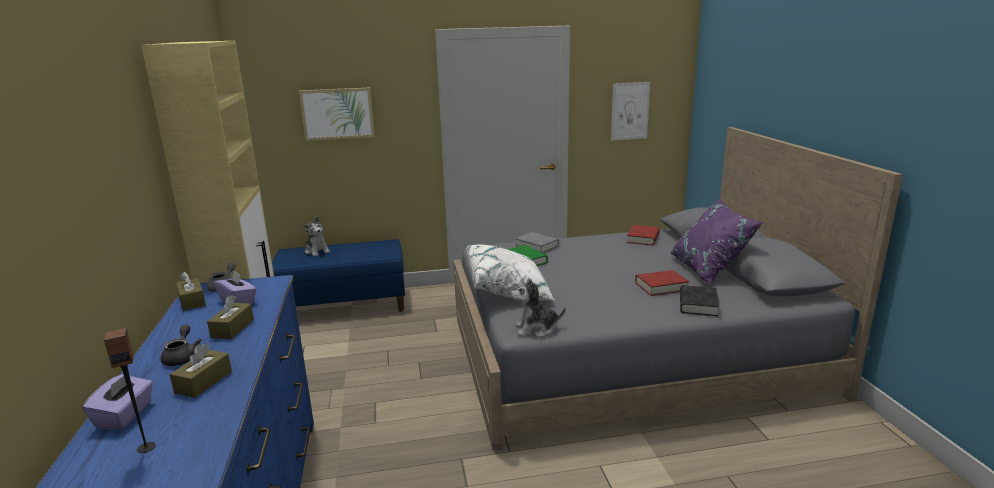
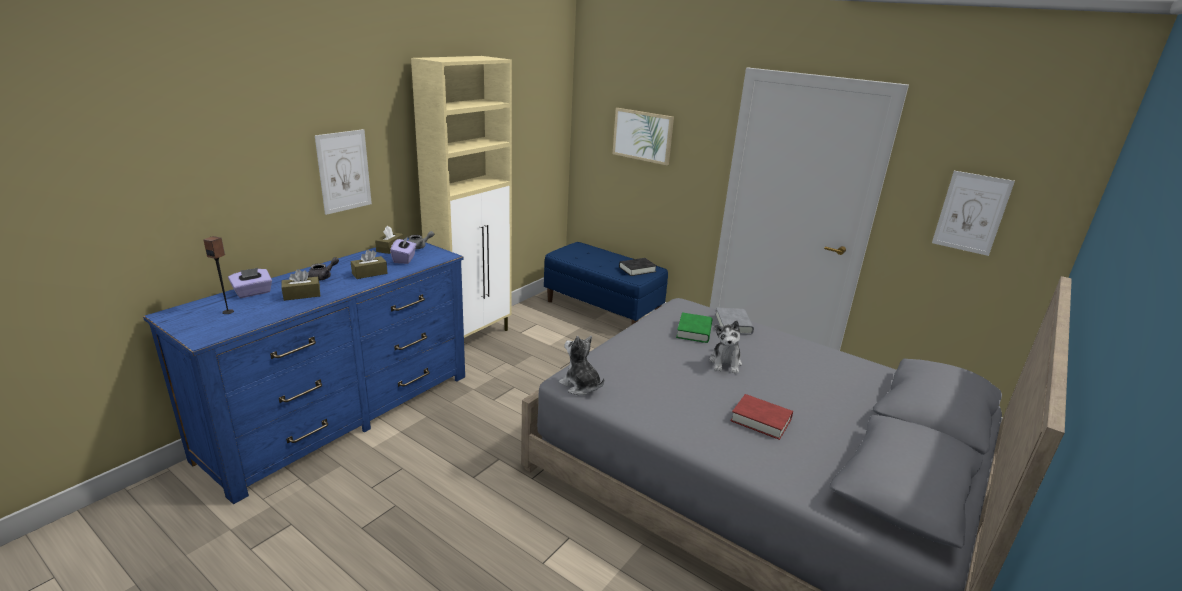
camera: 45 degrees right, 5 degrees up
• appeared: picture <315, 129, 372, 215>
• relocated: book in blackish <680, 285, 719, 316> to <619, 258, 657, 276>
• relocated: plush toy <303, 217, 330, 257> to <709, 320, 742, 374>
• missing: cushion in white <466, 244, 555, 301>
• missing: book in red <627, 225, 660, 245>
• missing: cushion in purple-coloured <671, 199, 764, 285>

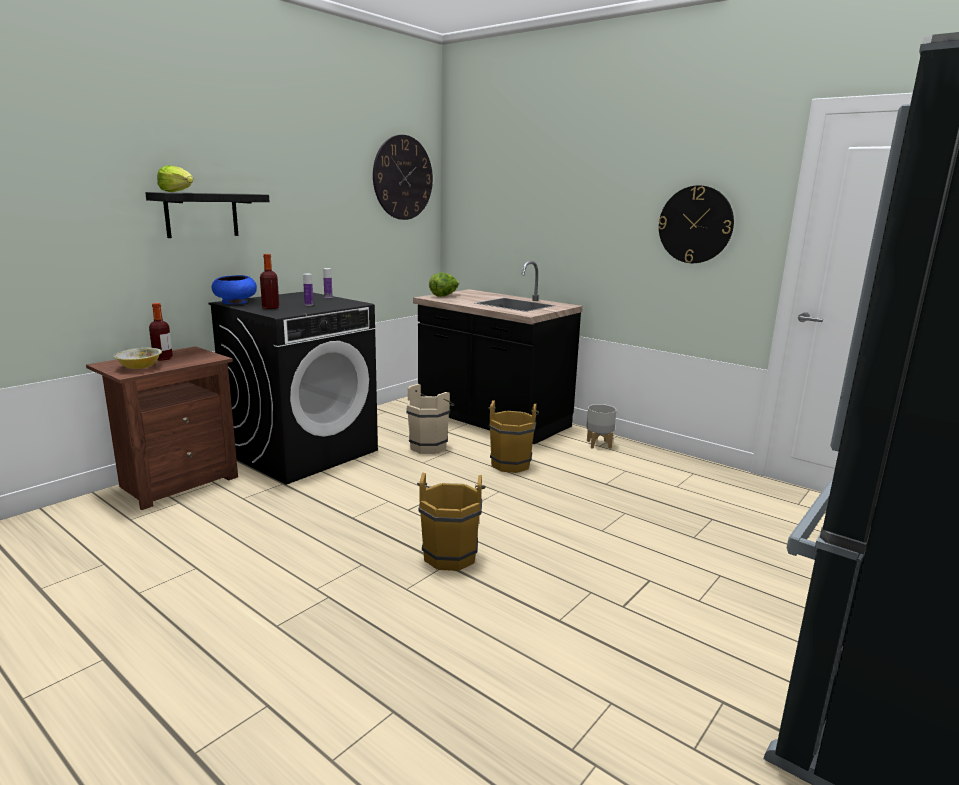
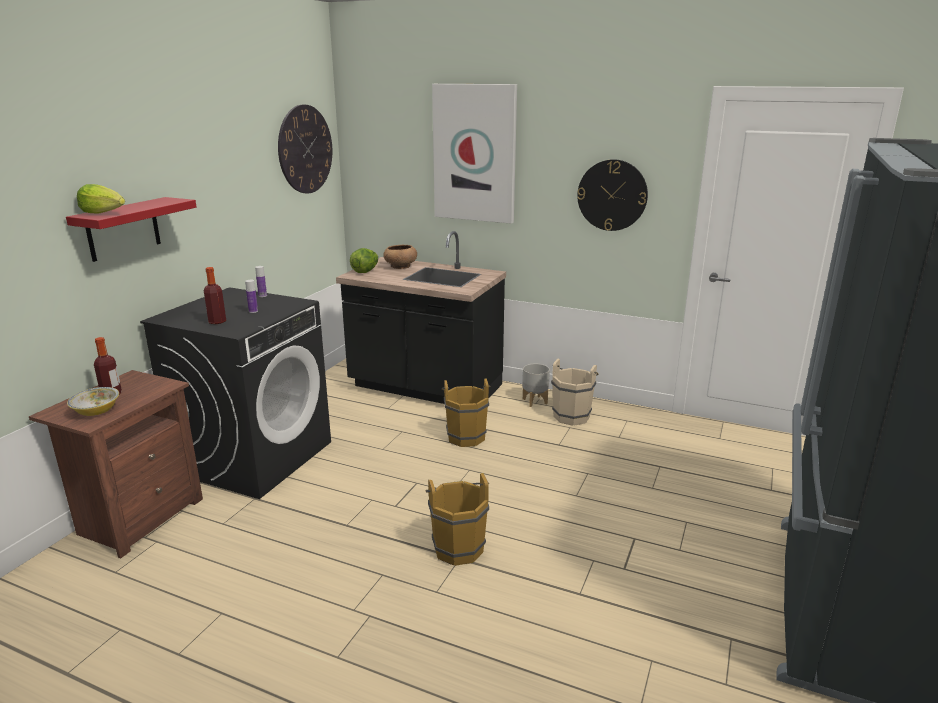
camera: 15 degrees left, 5 degrees up
• colour: bracket shelf in blackish <145, 192, 270, 238> to bracket shelf in red <66, 197, 196, 262>
• appeared: bowl in brown <383, 245, 417, 269>
• appeared: picture <432, 84, 517, 224>
• relocated: bucket in beige <406, 384, 455, 454> to <551, 359, 598, 426>
• missing: bowl in bluish <212, 275, 257, 304>

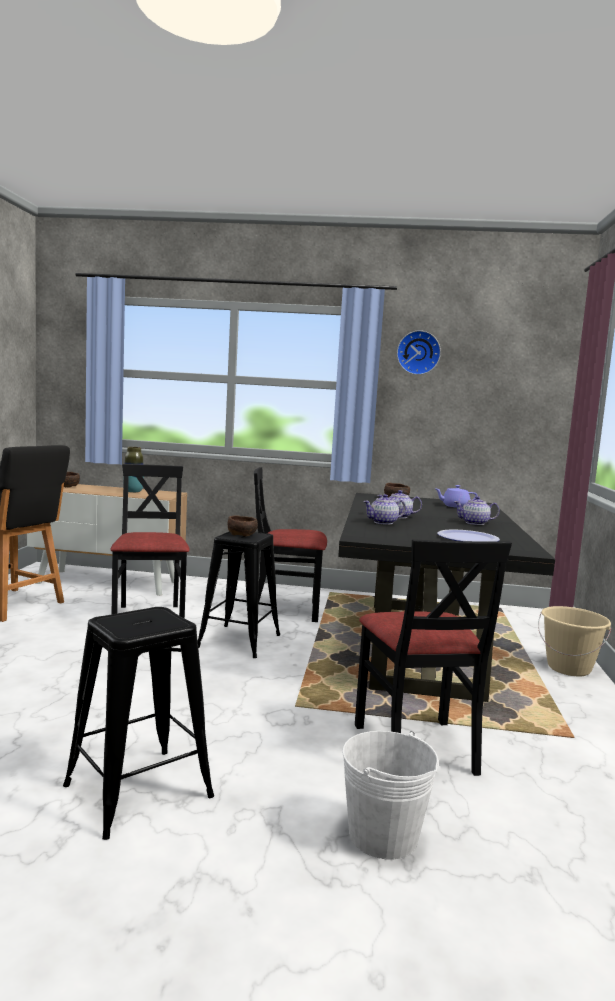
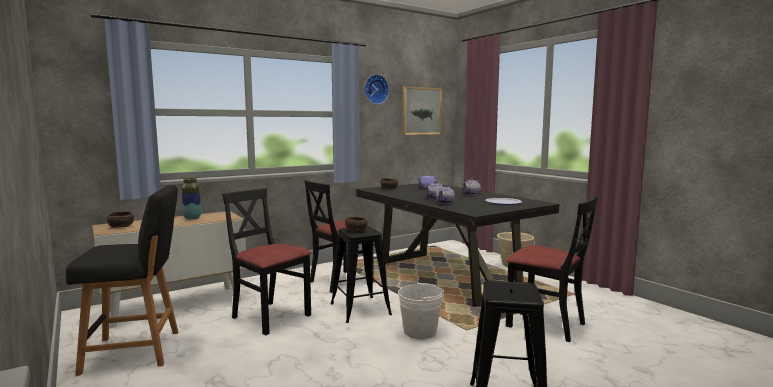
camera: 40 degrees left, 0 degrees up
• relocated: bucket in white <342, 731, 439, 860> to <398, 282, 444, 339>
• appeared: picture <403, 86, 442, 135>

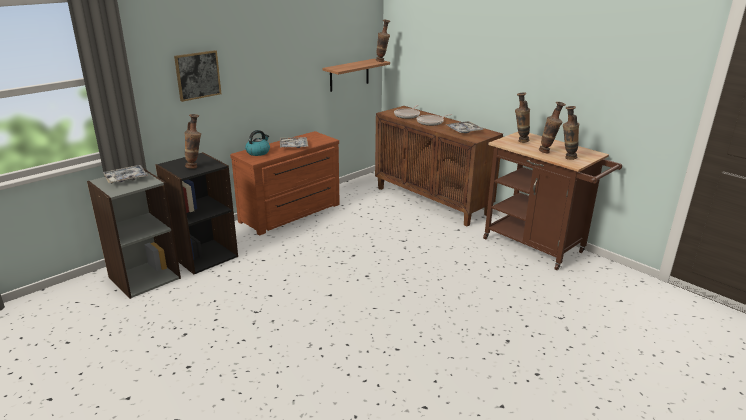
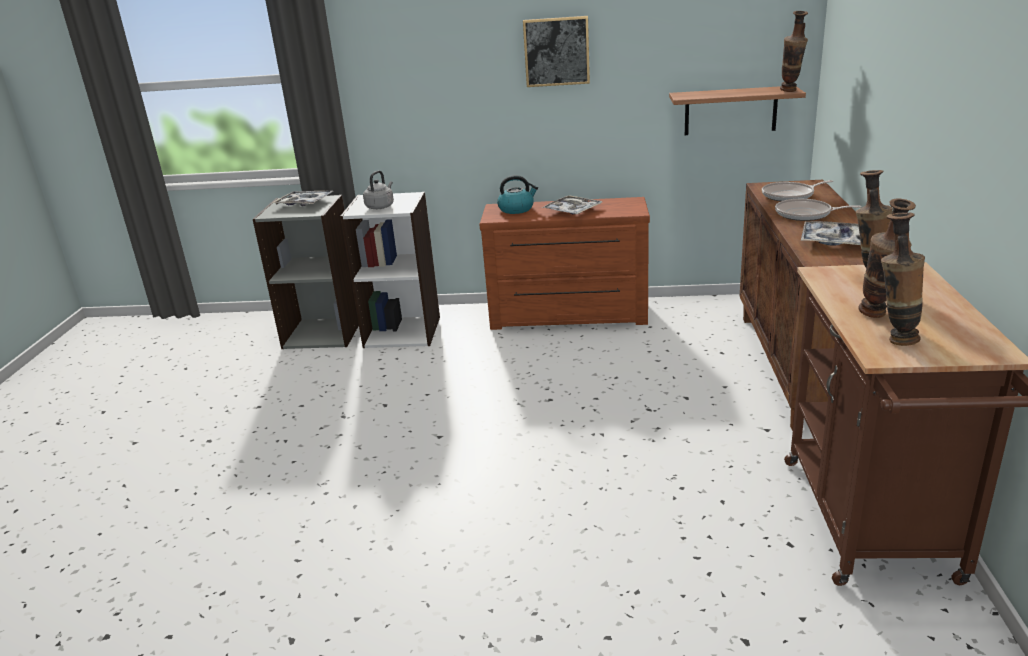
camera: 50 degrees right, 0 degrees up
• colour: bookcase in blackish <155, 152, 238, 274> to bookcase in white <340, 192, 440, 348>
• exchanged: flower vase <184, 114, 201, 169> to kettle in grey <363, 170, 394, 209>
• relocated: picture <174, 50, 221, 102> to <523, 16, 590, 87>

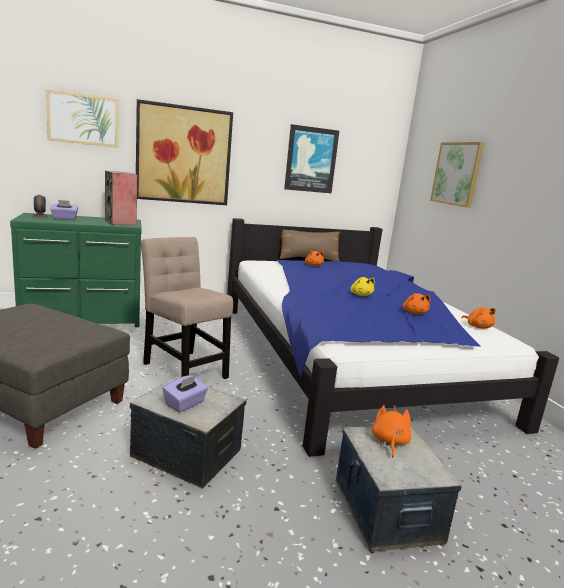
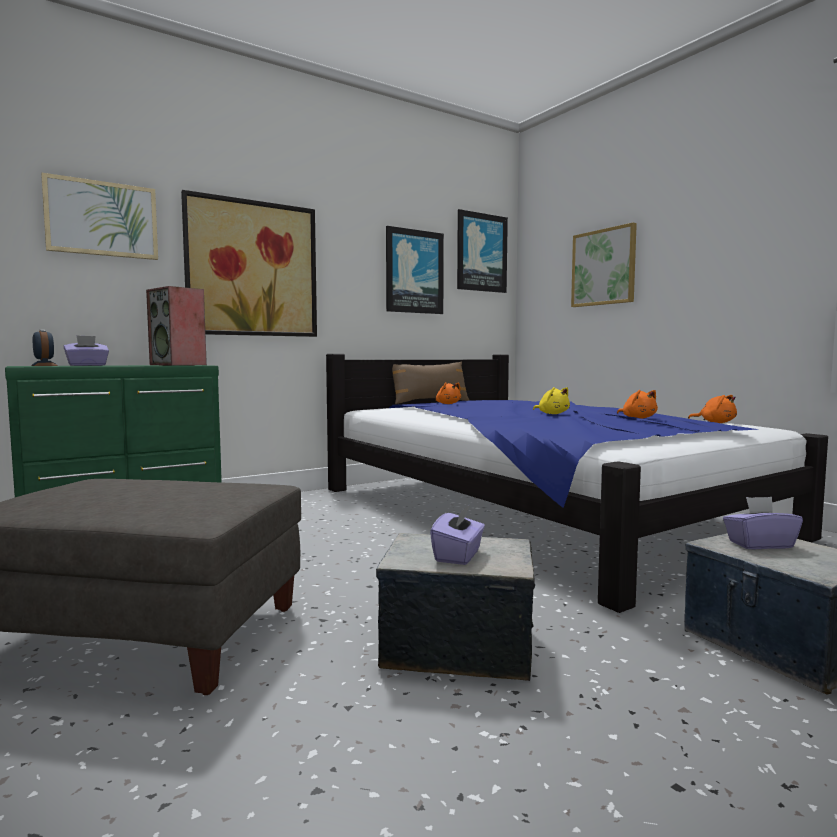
camera: 15 degrees left, 10 degrees down
• appeared: picture <457, 209, 508, 293>
• exchanged: plush toy in orange <372, 405, 411, 457> to box of tissues in purple-coloured <723, 497, 803, 550>
• missing: upright chair in beige <141, 237, 233, 379>

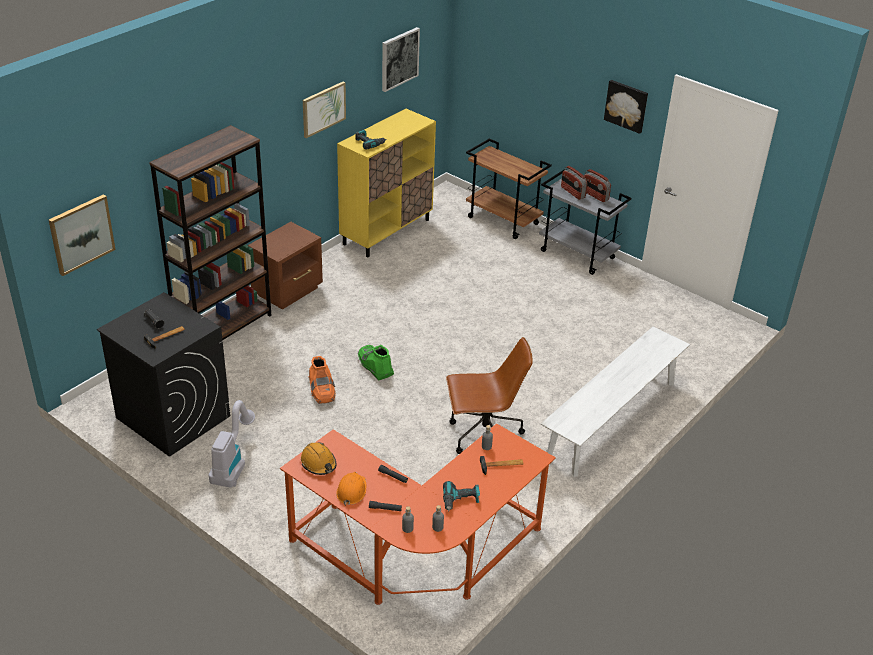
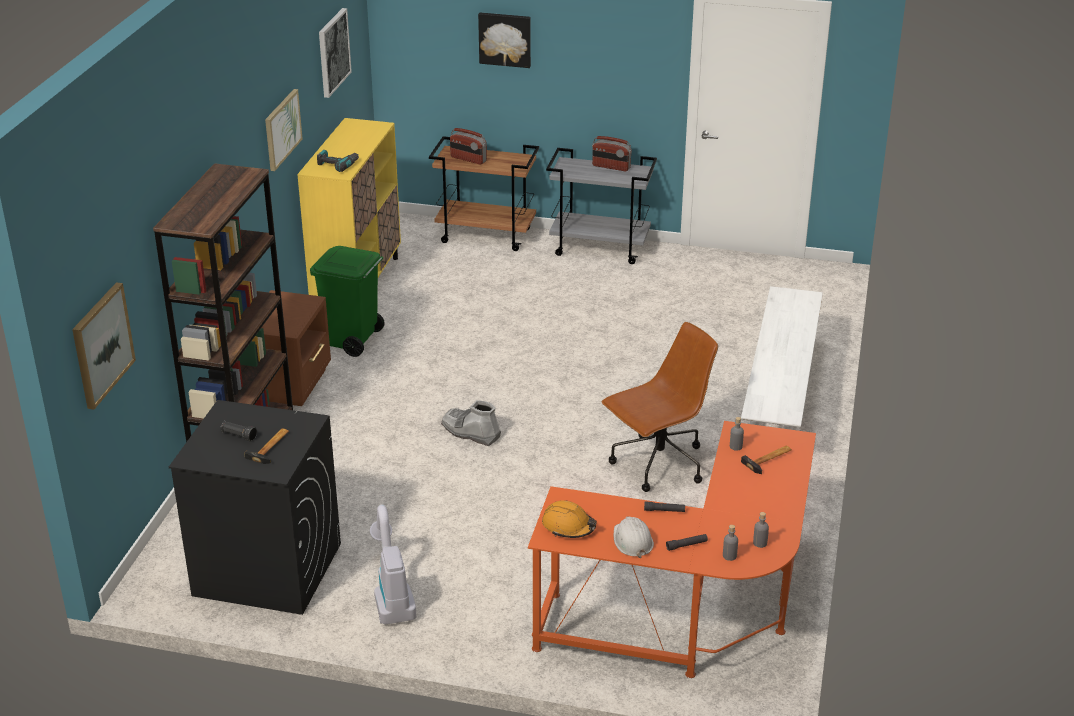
camera: 25 degrees left, 5 degrees down
• appeared: trash can in green <310, 246, 385, 357>
• colour: boot in green <358, 345, 394, 381> to boot in grey <441, 400, 501, 446>
• relocated: radio receiver <561, 166, 587, 200> to <450, 128, 487, 165>
• relocated: picture <604, 80, 648, 134> to <478, 12, 531, 68>
• colour: work helmet in orange <336, 472, 366, 506> to work helmet in white <614, 516, 654, 558>
• missing: boot in orange <308, 356, 336, 404>
• missing: electric drill <443, 481, 480, 511>

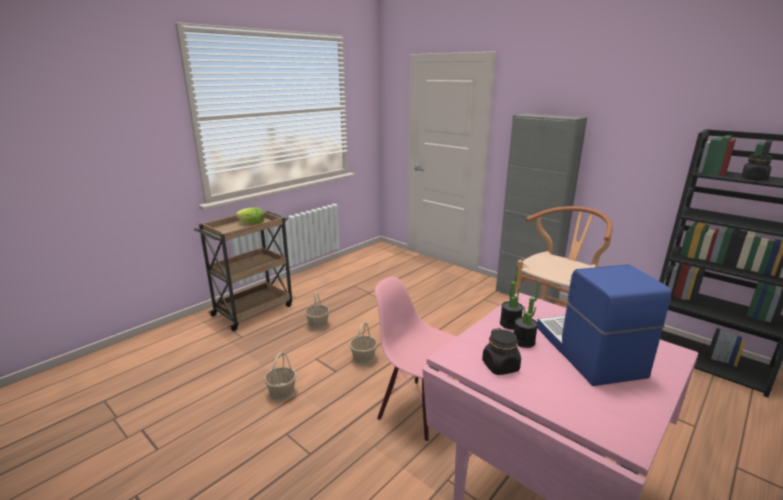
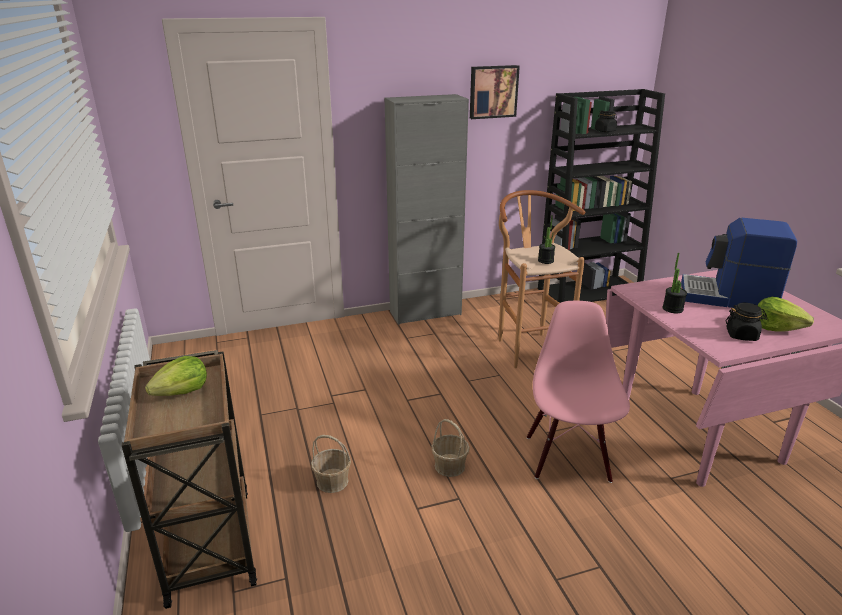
camera: 60 degrees left, 5 degrees up
• appeared: picture <470, 65, 520, 119>
• spun: upright chair in pink <375, 277, 456, 442> = <527, 301, 630, 483> 120 degrees clockwise
• relocated: plant in a pot <514, 283, 539, 348> to <538, 215, 555, 264>
• appeared: lettuce <758, 297, 814, 332>
• missing: household basket <264, 352, 296, 401>

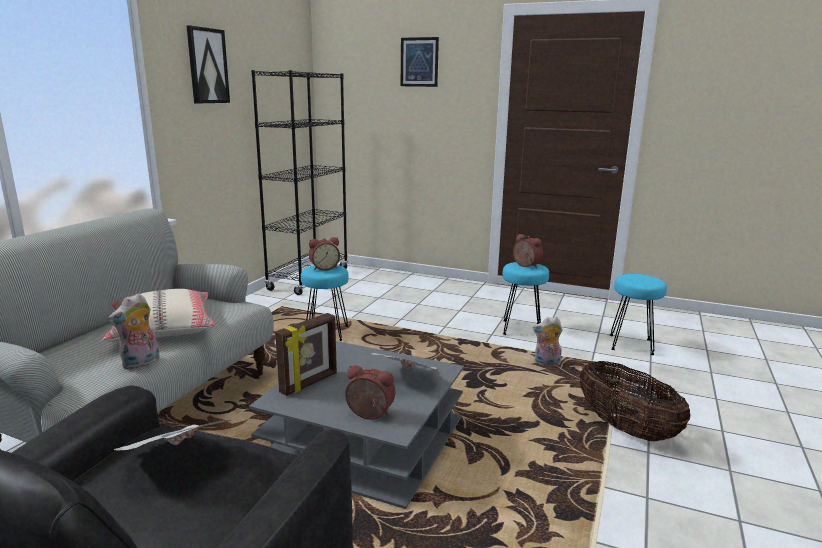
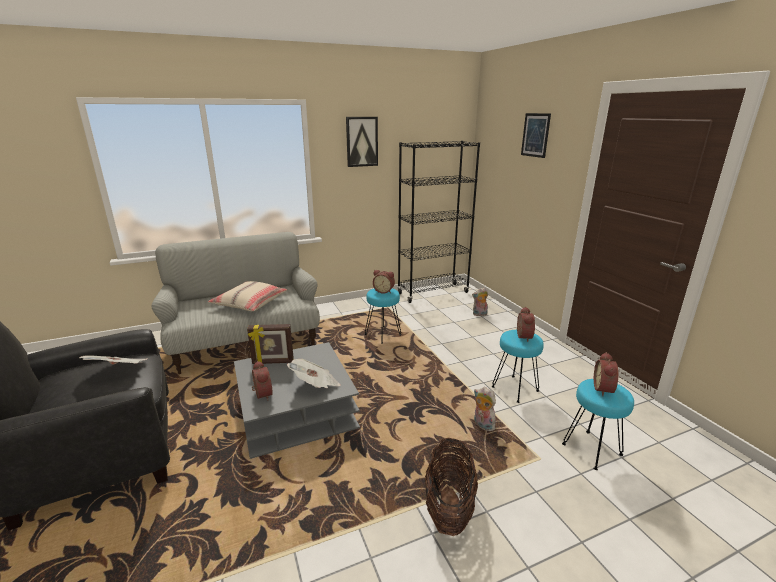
camera: 45 degrees right, 5 degrees up
• relocated: plush toy <108, 293, 160, 370> to <472, 287, 488, 316>
• appeared: alarm clock <594, 352, 618, 396>

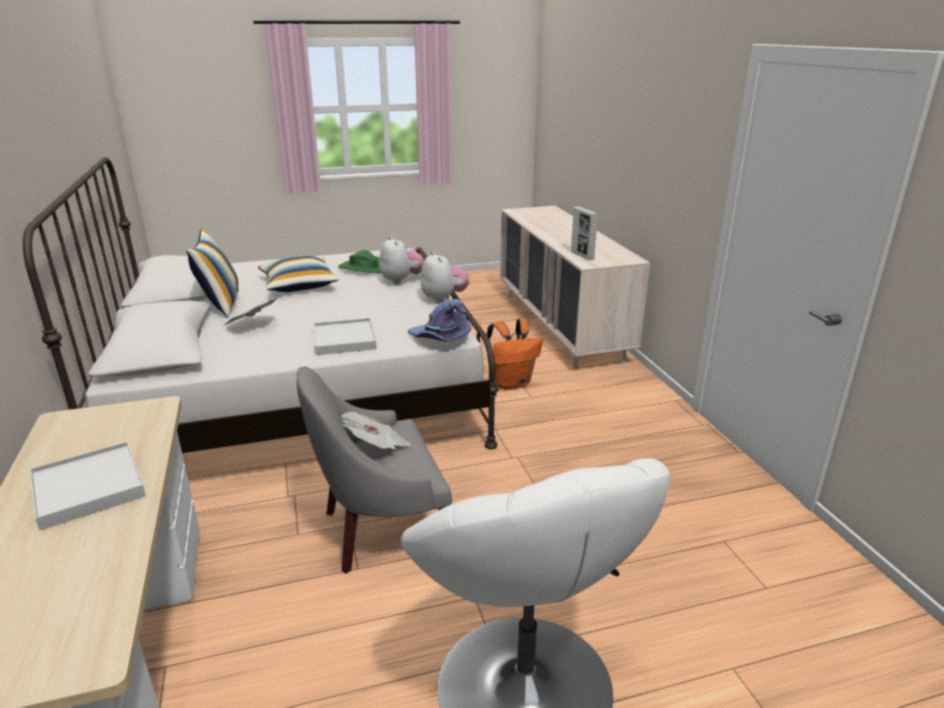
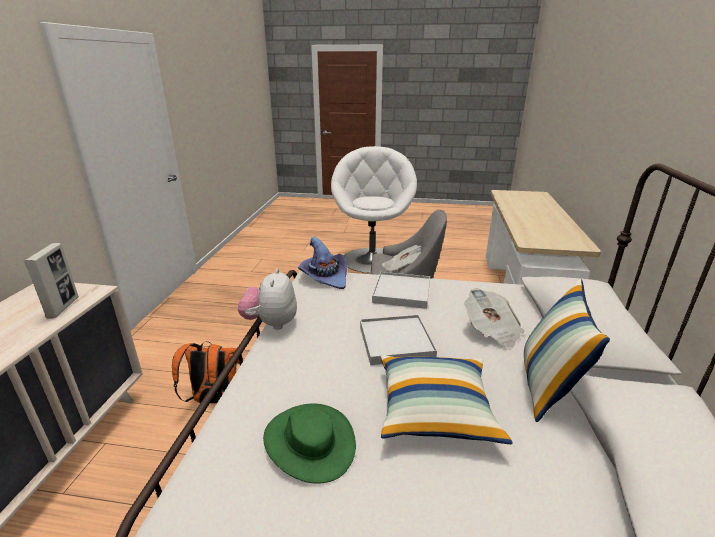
camera: 155 degrees left, 0 degrees up
• relocated: tray in white <30, 442, 146, 530> to <360, 315, 437, 365>
• missing: plush toy <380, 236, 424, 284>

